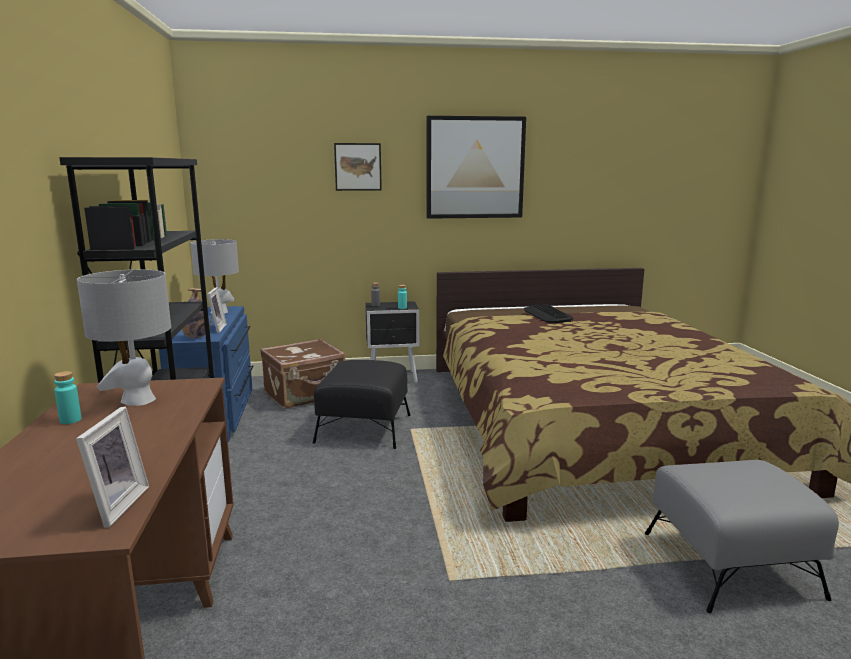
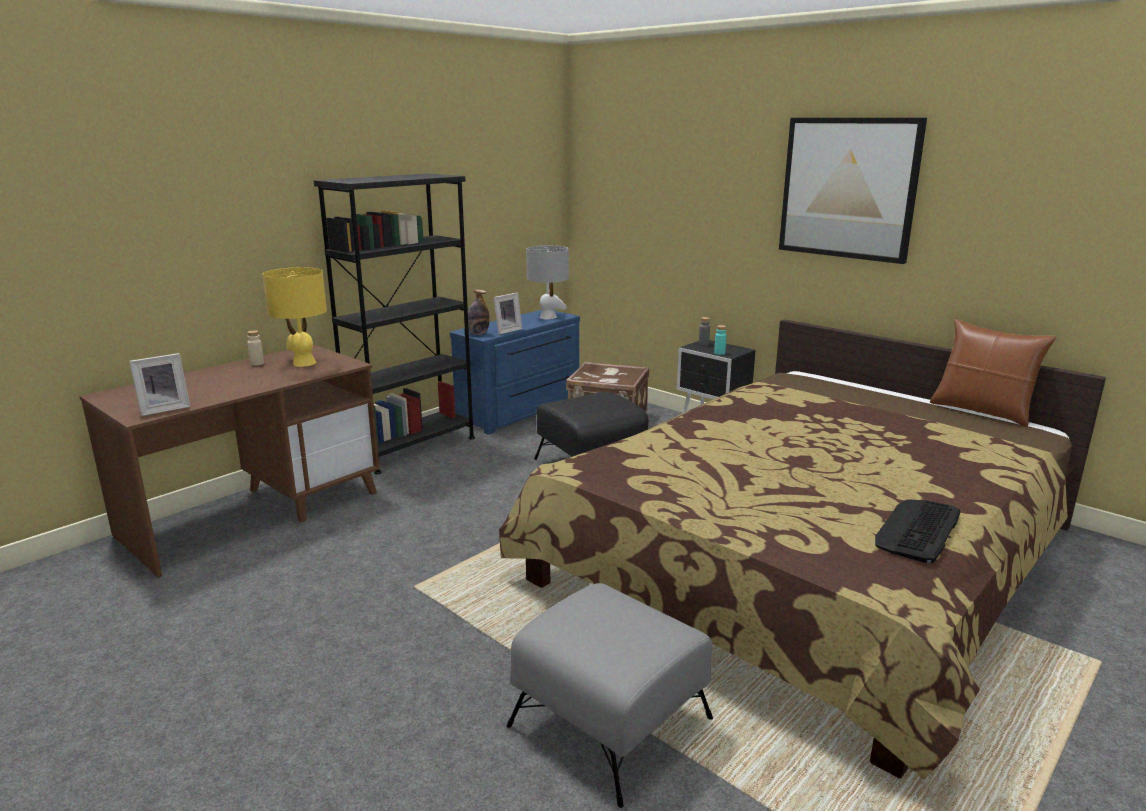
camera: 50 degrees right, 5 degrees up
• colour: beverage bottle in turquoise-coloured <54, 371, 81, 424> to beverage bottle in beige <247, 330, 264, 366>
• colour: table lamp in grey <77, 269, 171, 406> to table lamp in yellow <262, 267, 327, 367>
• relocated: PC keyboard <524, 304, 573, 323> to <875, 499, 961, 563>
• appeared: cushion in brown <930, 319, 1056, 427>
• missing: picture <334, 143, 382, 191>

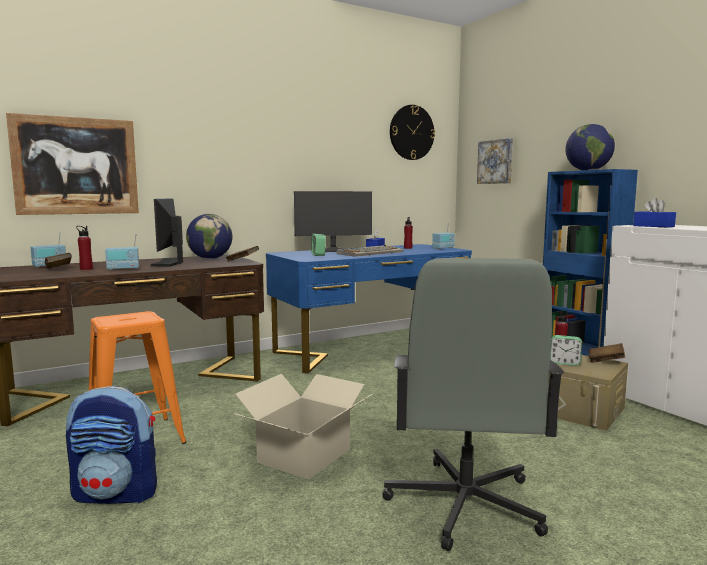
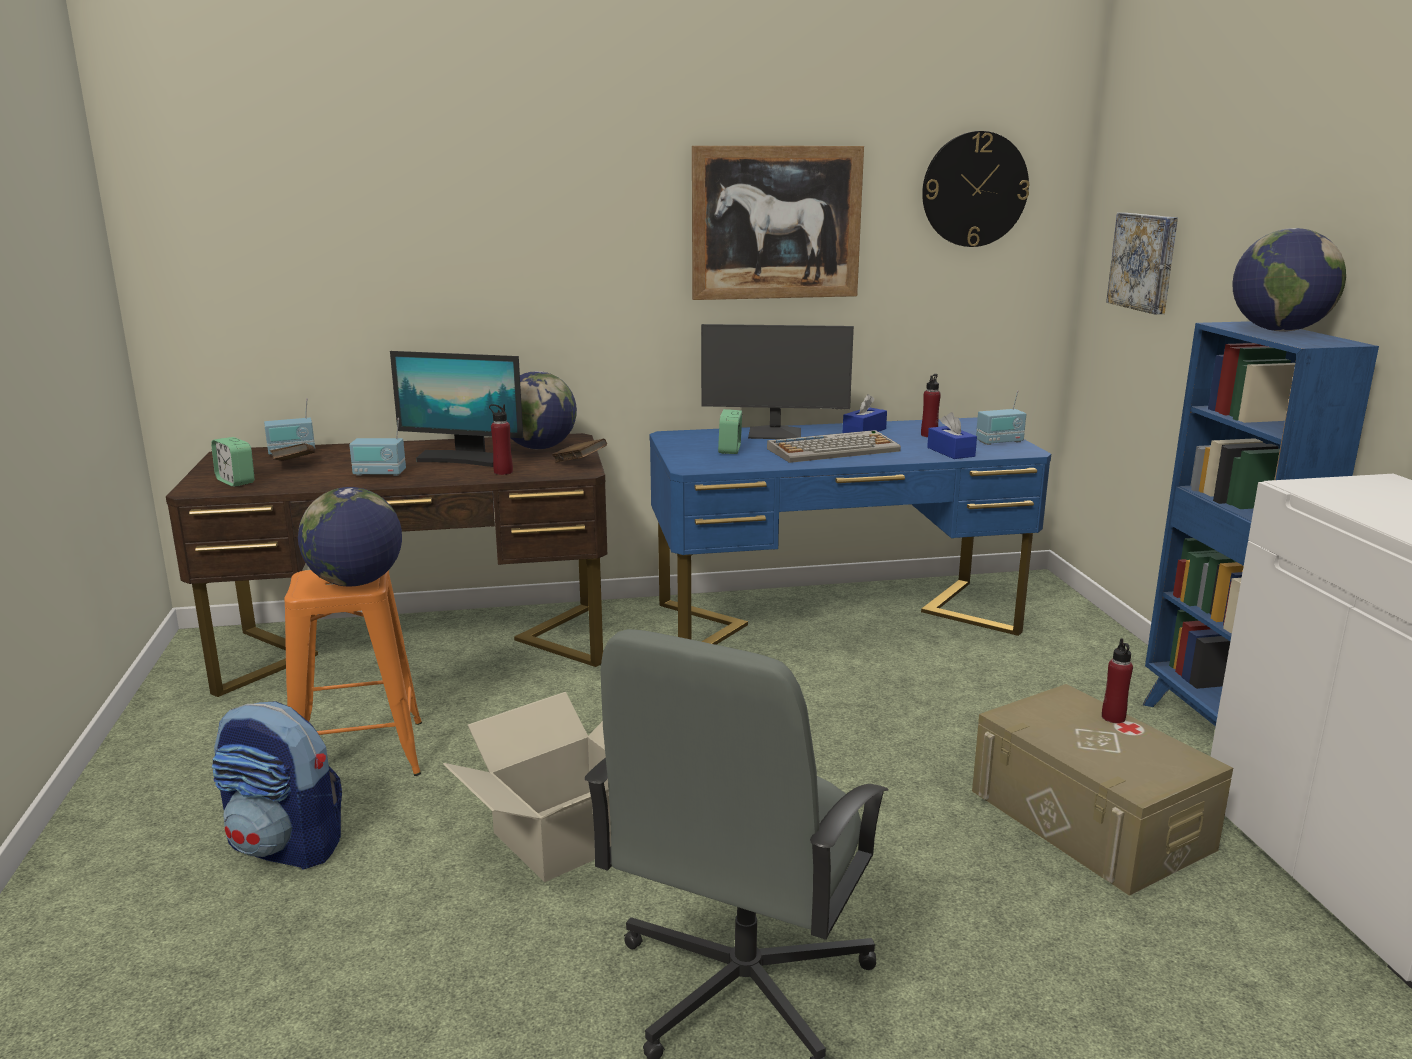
camera: 20 degrees right, 10 degrees up
• relocated: alarm clock <550, 335, 582, 366> to <211, 437, 254, 487>
• appeared: globe <298, 487, 402, 586>
• spun: computer display <151, 198, 183, 267> = <390, 351, 523, 467> 90 degrees counterclockwise
• relocated: beverage bottle in red <76, 226, 93, 270> to <489, 404, 513, 475>
• relocated: picture <6, 113, 139, 215> to <692, 146, 864, 300>
• relocated: box of tissues in bluish <633, 198, 676, 228> to <927, 412, 977, 459>
• missing: book in brown <588, 343, 625, 363>

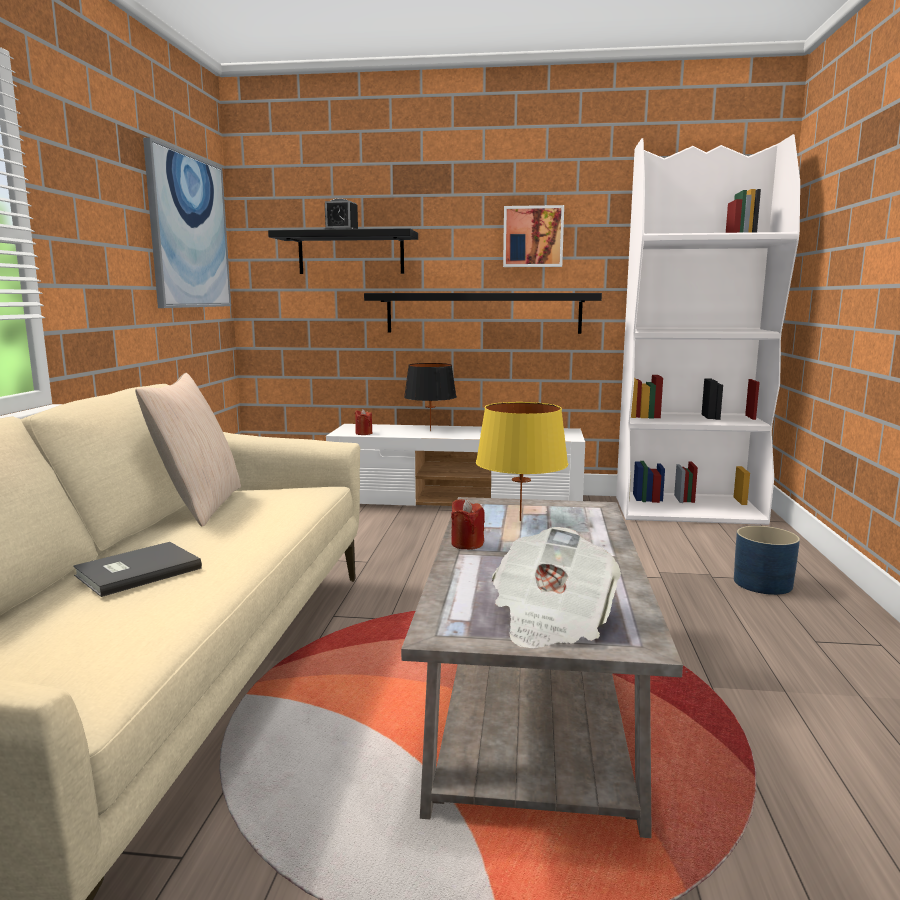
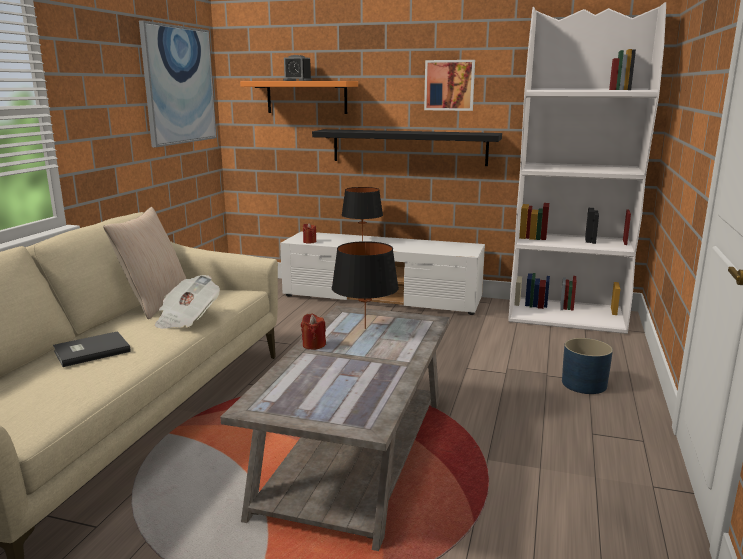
camera: 10 degrees right, 5 degrees up
• relocated: newspaper <492, 527, 621, 648> to <155, 275, 220, 329>
• colour: bracket shelf in blackish <268, 228, 418, 274> to bracket shelf in orange <240, 81, 358, 114>
• colour: table lamp in yellow <476, 402, 568, 521> to table lamp in blackish <332, 241, 399, 329>

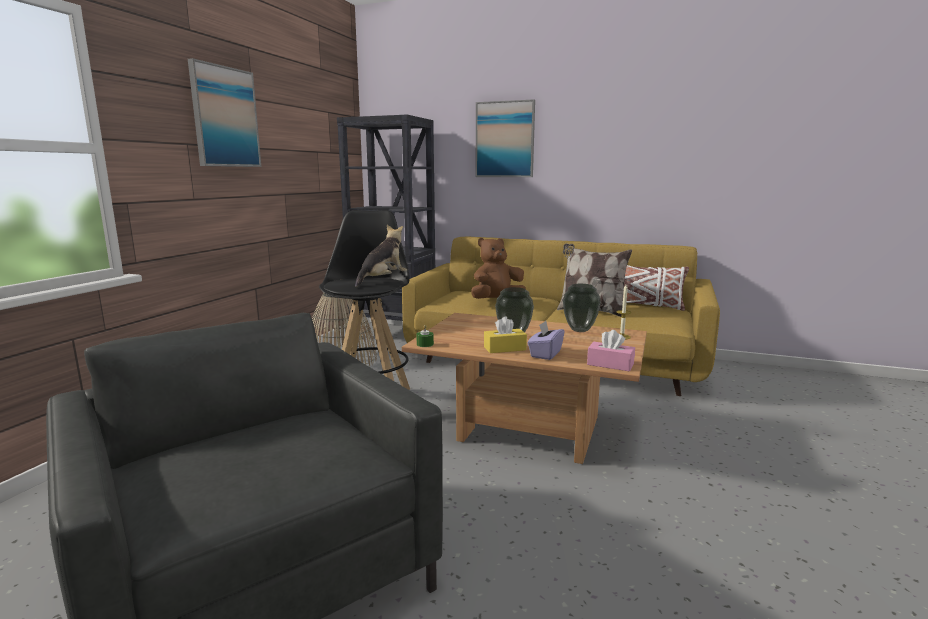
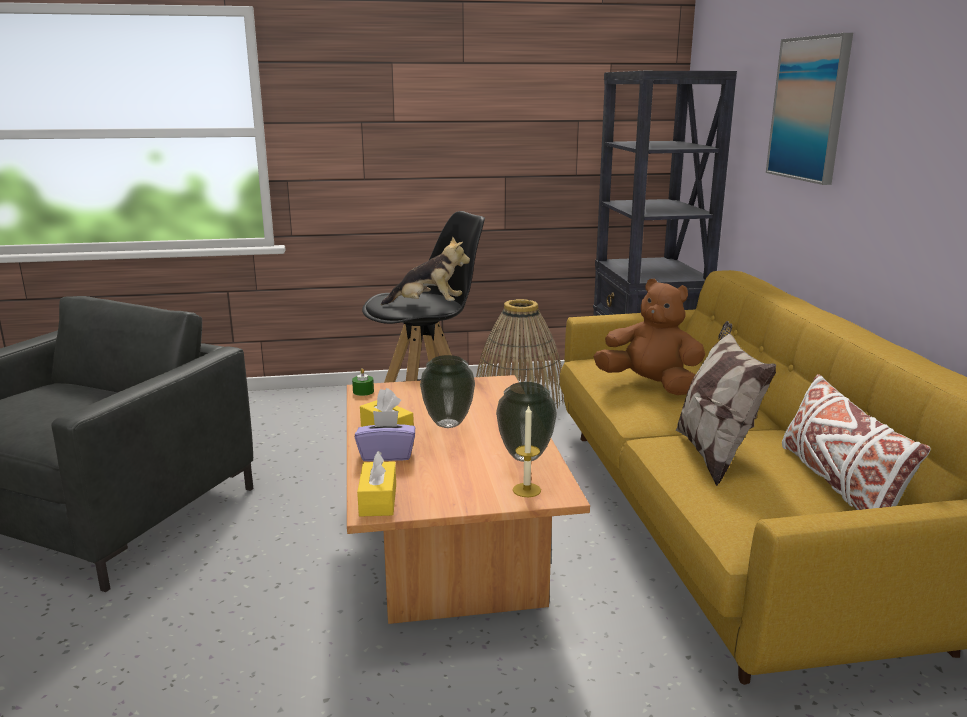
camera: 60 degrees right, 5 degrees up
• colour: box of tissues in pink <587, 330, 635, 371> to box of tissues in yellow <357, 451, 396, 517>
• missing: picture <188, 58, 261, 167>

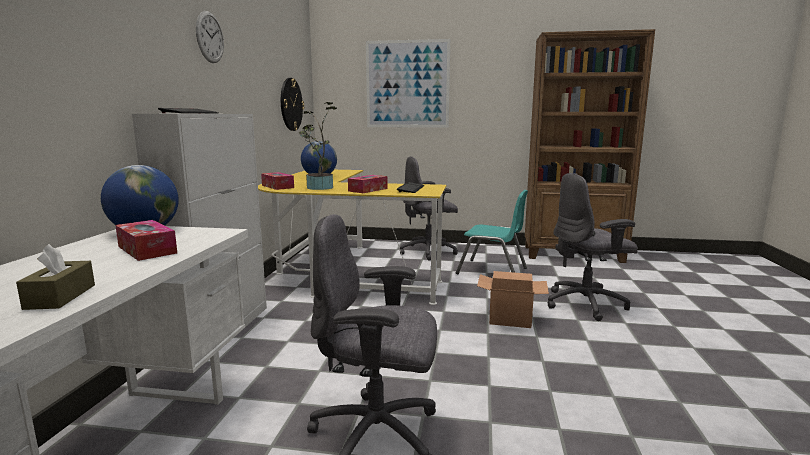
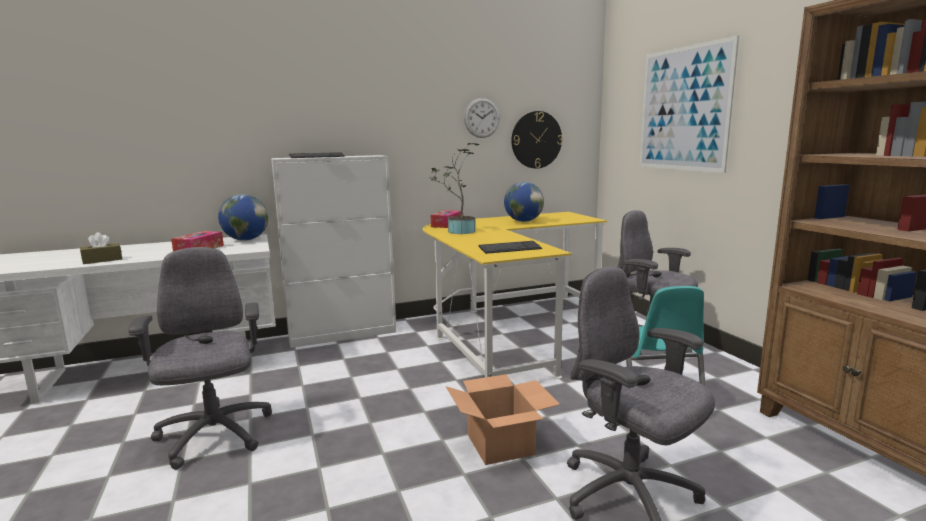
camera: 60 degrees right, 0 degrees up
• relocated: hanging clock <196, 11, 224, 63> to <464, 98, 500, 138>
• missing: box of tissues <348, 175, 388, 193>

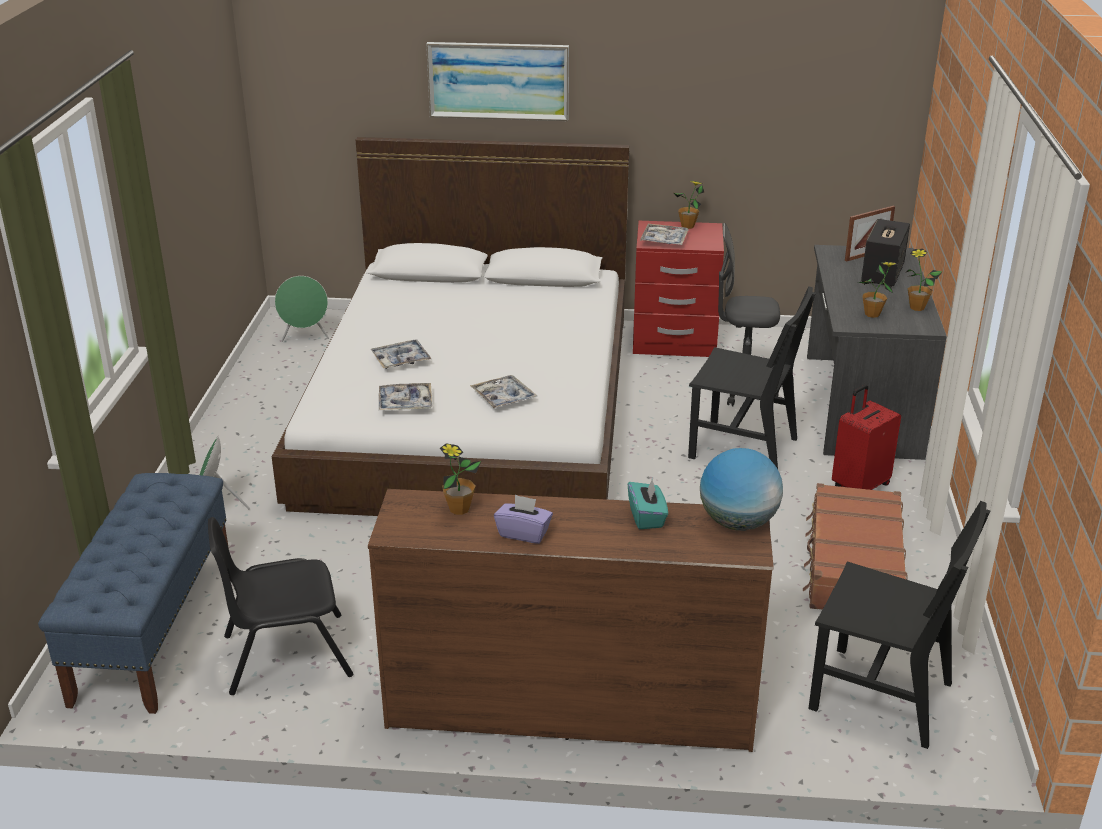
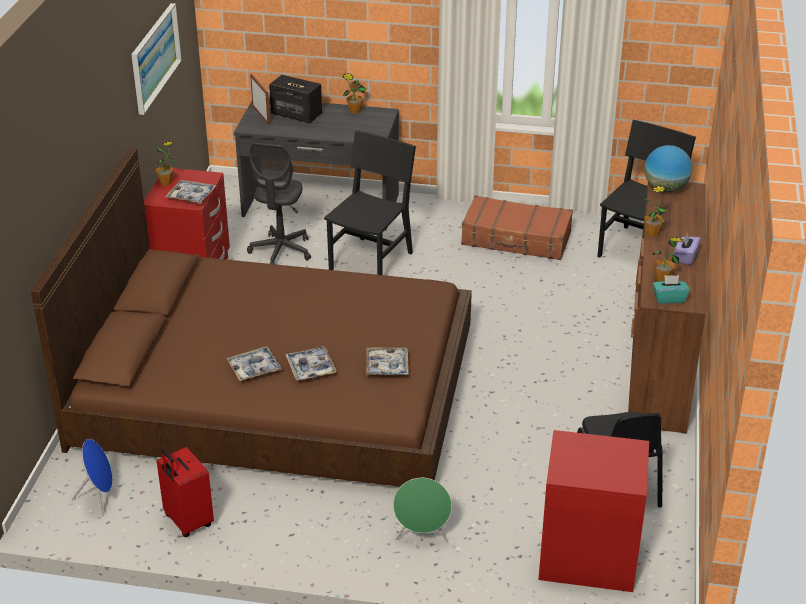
camera: 85 degrees left, 5 degrees up
• colour: sleeping bed in white <272, 137, 629, 516> to sleeping bed in brown <31, 148, 472, 487>
• colour: audio speaker in green <275, 276, 329, 342> to audio speaker in bluish <71, 439, 113, 516>
• relocated: picture <426, 42, 569, 121> to <131, 3, 182, 115>
• relocated: travel case in red <832, 385, 901, 490> to <157, 447, 214, 537>
• relocated: tray <470, 375, 537, 408> to <227, 346, 282, 381>
• exchanged: indoor bench in bluish <38, 473, 229, 714> to nightstand in red <539, 430, 649, 592>
• relocated: plant in a pot <858, 262, 897, 318> to <641, 185, 667, 237>
• relocated: box of tissues in turquoise-coloured <628, 478, 668, 529> to <653, 275, 690, 304>

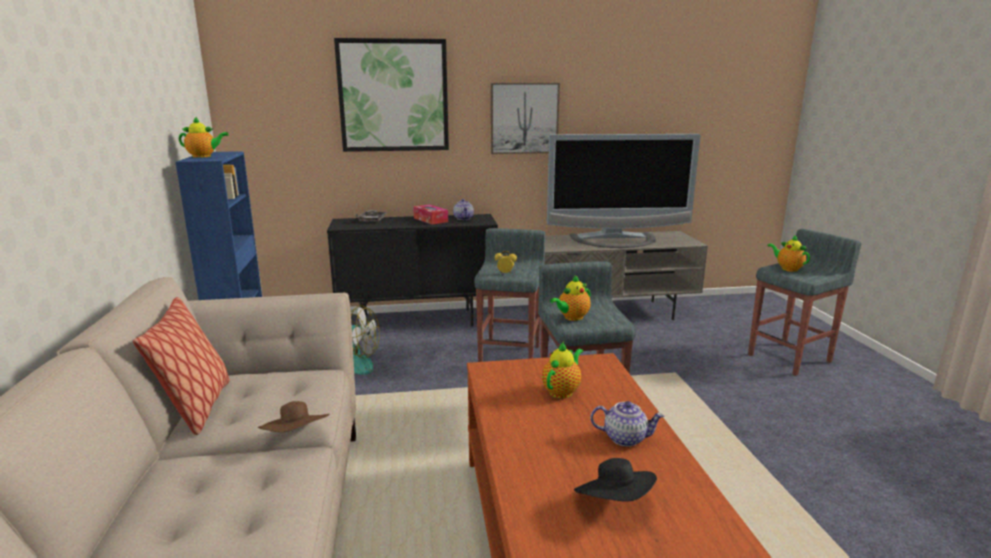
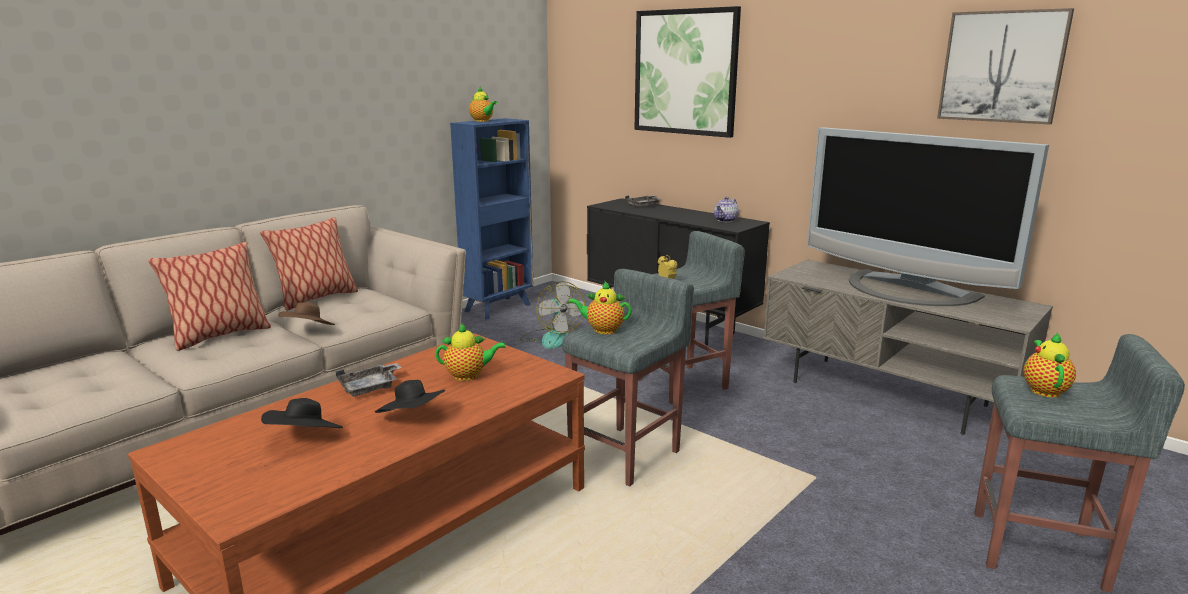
camera: 50 degrees right, 0 degrees up
• appeared: cushion <148, 242, 271, 351>
• appeared: tray in grey <336, 363, 401, 396>
• exchanged: pot for tea <591, 401, 664, 447> to clothing hat in blackish <375, 380, 445, 413>
• relocated: picture <491, 83, 560, 154> to <937, 8, 1074, 124>
• missing: box of tissues <413, 204, 448, 225>

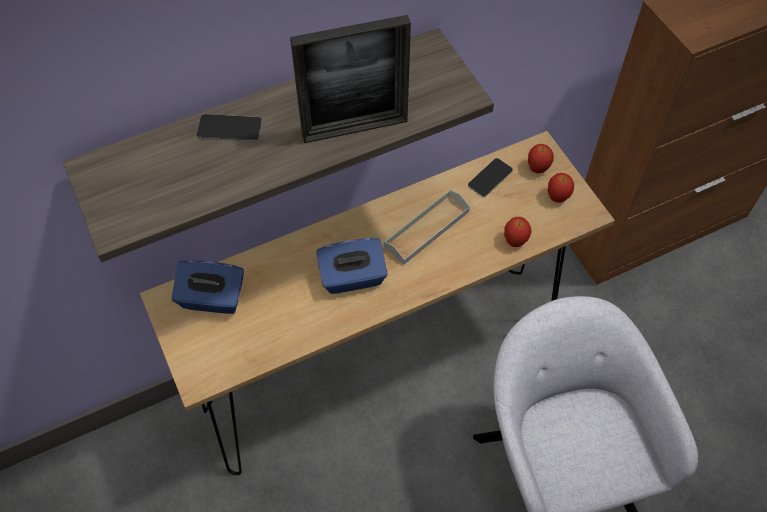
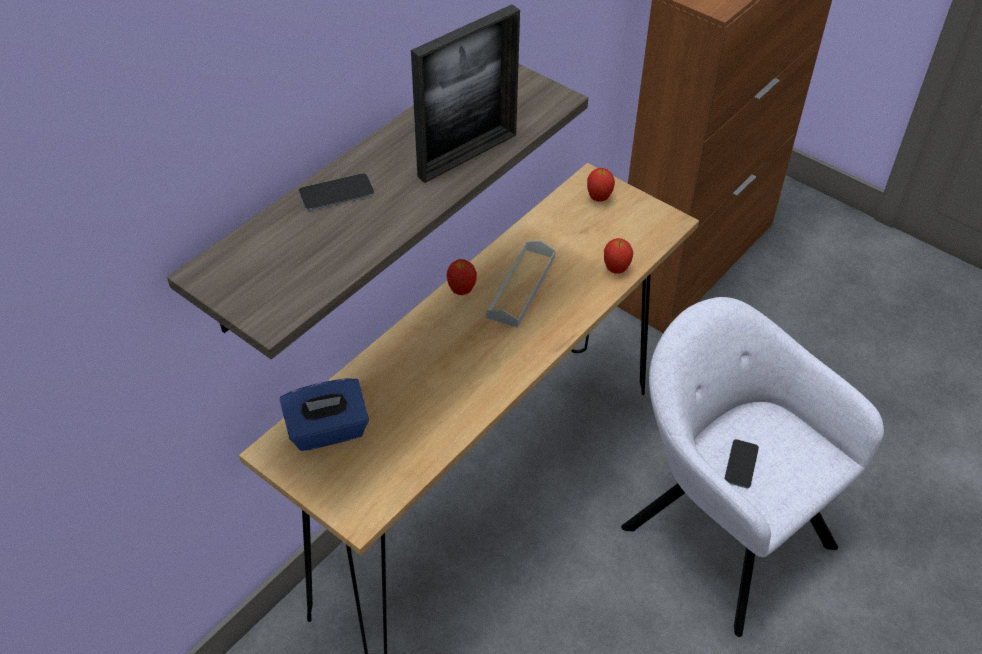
camera: 25 degrees left, 10 degrees down
• relocated: whole apple <548, 173, 574, 203> to <447, 259, 477, 295>
• relocated: telephone <468, 158, 513, 197> to <724, 439, 759, 489>
• missing: box of tissues in bluish <316, 238, 388, 294>

